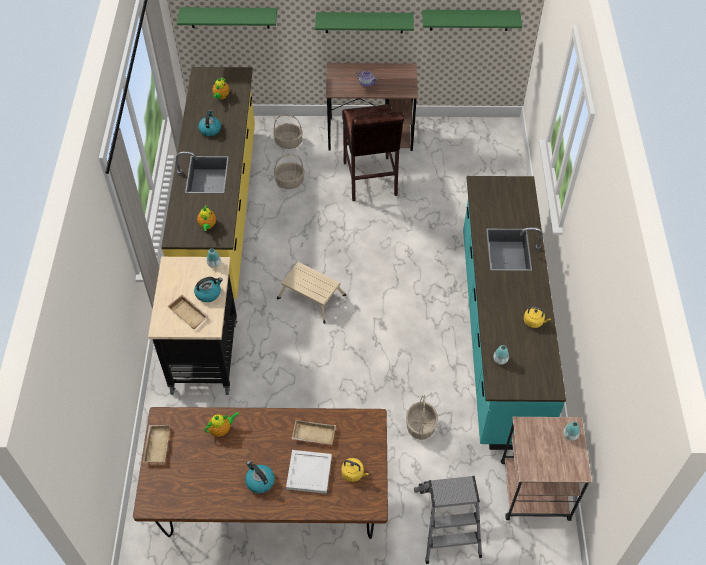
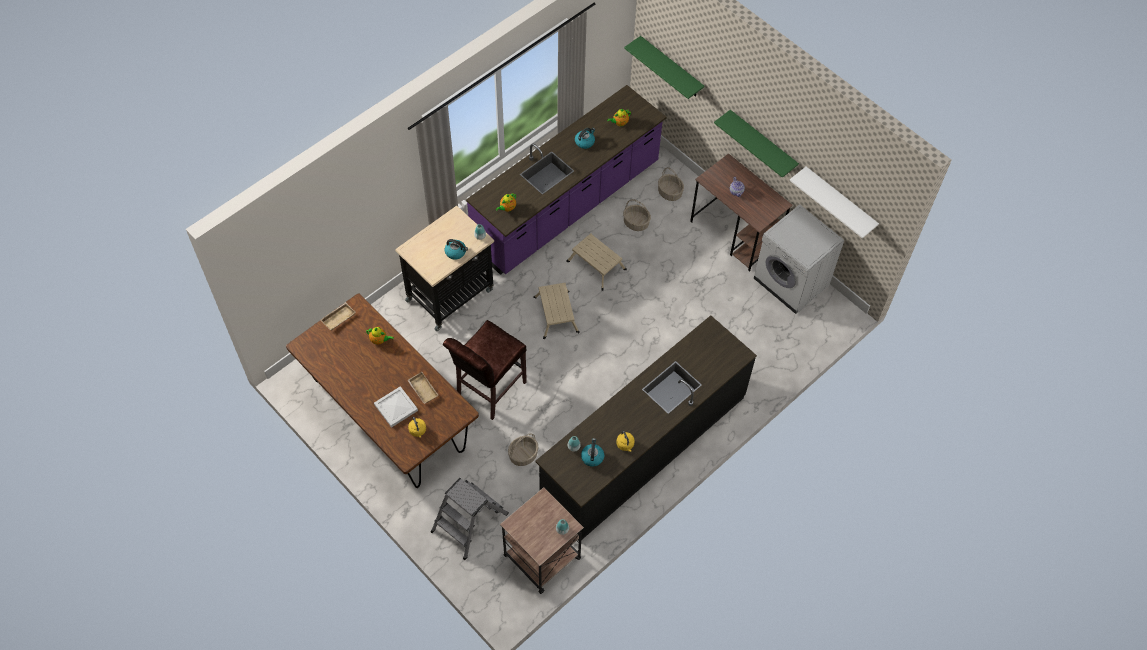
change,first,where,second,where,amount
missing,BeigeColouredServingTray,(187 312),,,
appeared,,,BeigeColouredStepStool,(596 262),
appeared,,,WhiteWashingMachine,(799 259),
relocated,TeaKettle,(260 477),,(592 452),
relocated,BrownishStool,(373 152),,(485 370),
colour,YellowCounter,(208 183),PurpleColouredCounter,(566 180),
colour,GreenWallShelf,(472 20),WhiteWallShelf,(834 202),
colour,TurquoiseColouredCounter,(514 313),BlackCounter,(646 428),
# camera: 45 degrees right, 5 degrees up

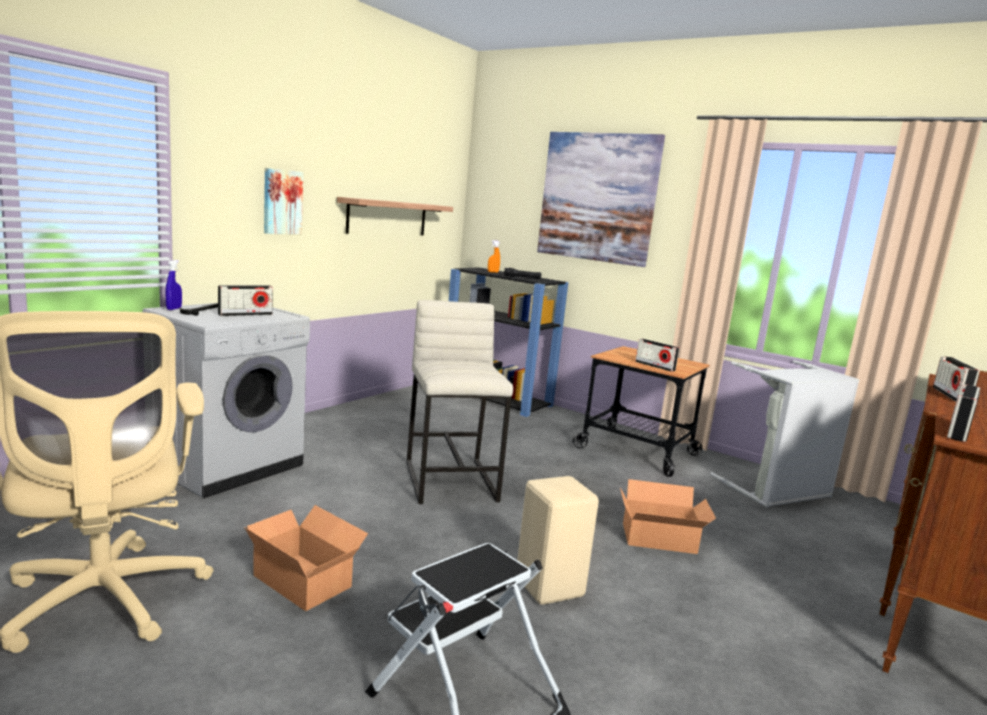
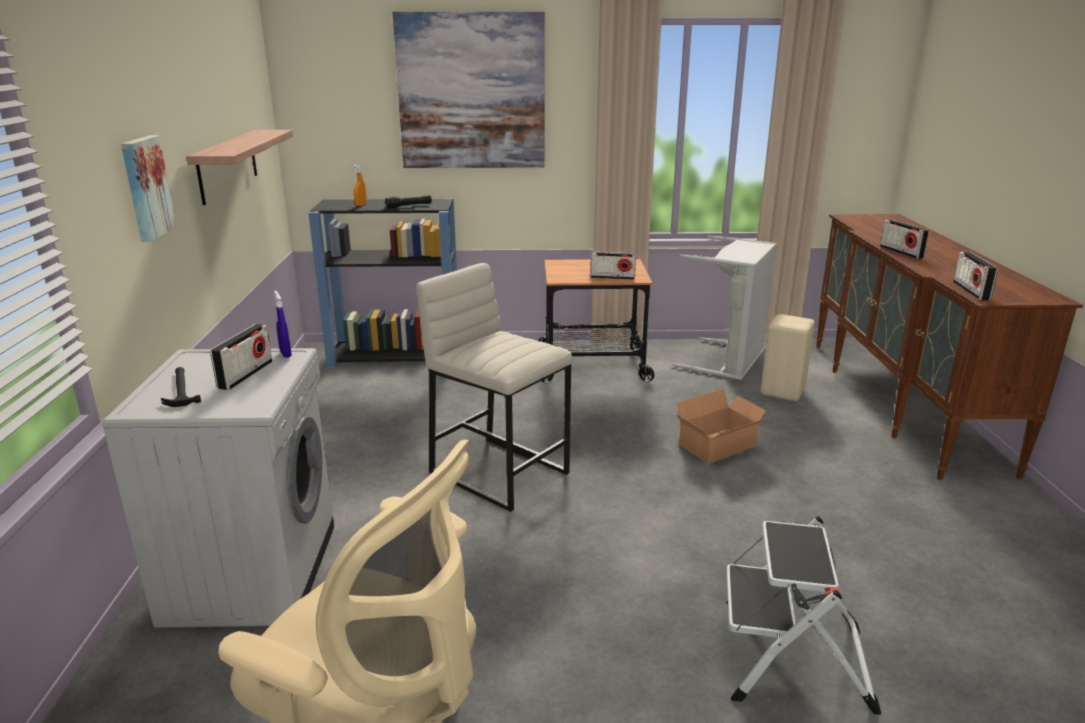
change,first,where,second,where,amount
missing,PackingBox,(306 558),,,
relocated,BluishHandSprayer,(173 285),,(283 324),
relocated,BeigeColouredStool,(558 540),,(788 357),
# camera: 35 degrees left, 10 degrees up

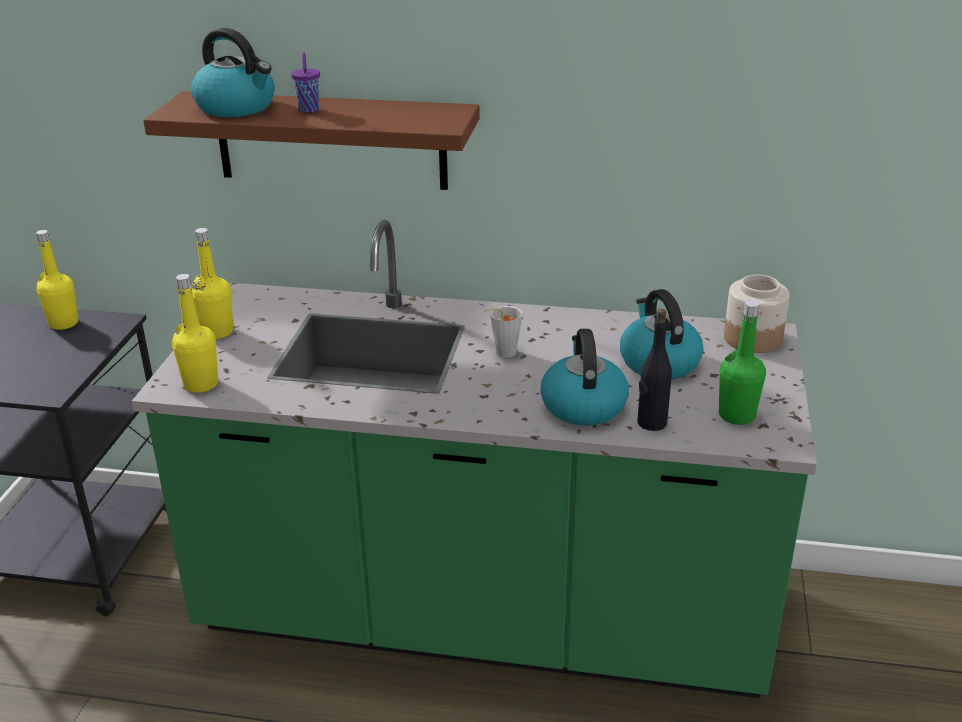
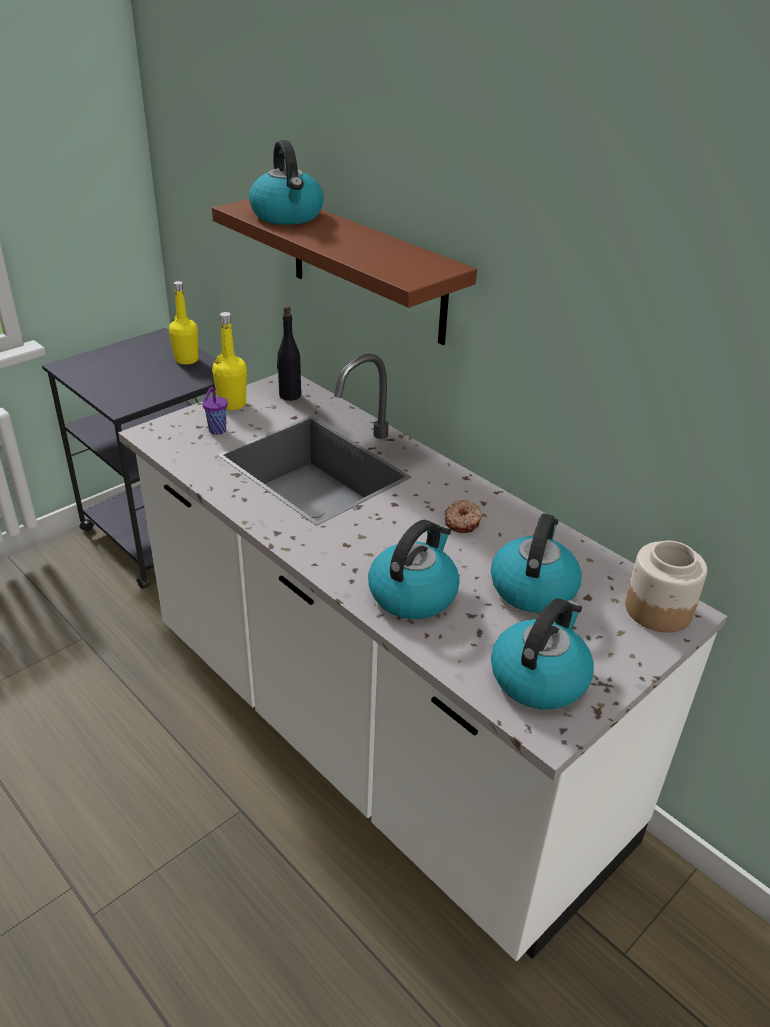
change,first,where,second,where,amount
missing,YellowBeverageBottle,(195 333),,,
missing,GrayCup,(503 332),,,
appeared,,,Doughnut,(463 516),
relocated,PurpleColouredCup,(305 82),,(215 411),
relocated,BlackBeverageBottle,(654 370),,(289 353),
exchanged,GreenBeverageBottle,(742 362),TeaKettle,(542 653),
colour,GreenCounter,(474 459),WhiteCounter,(422 657),
# camera: 35 degrees right, 5 degrees up

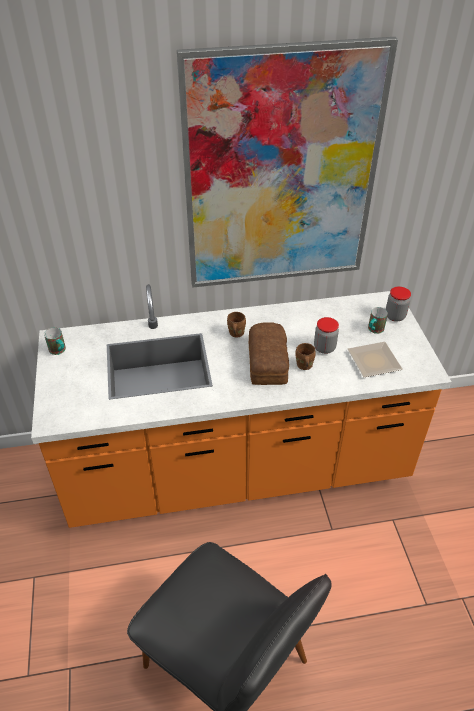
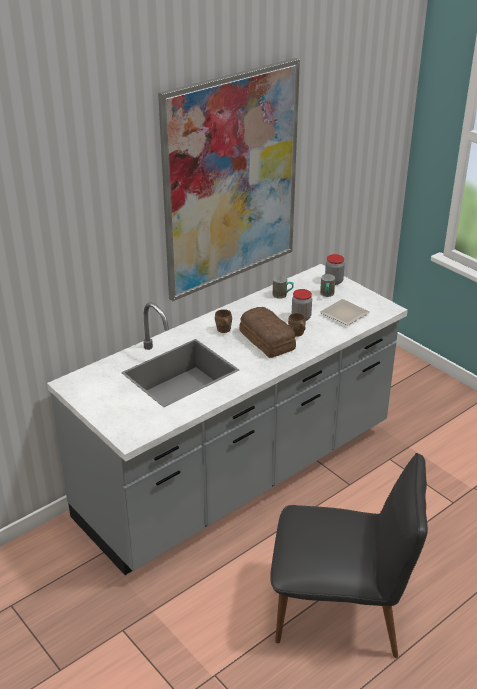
change,first,where,second,where,amount
relocated,CoffeeMug,(55 341),,(283 287),
colour,OrangeyCounter,(241 406),GrayCounter,(227 419),
# camera: 30 degrees left, 10 degrees down

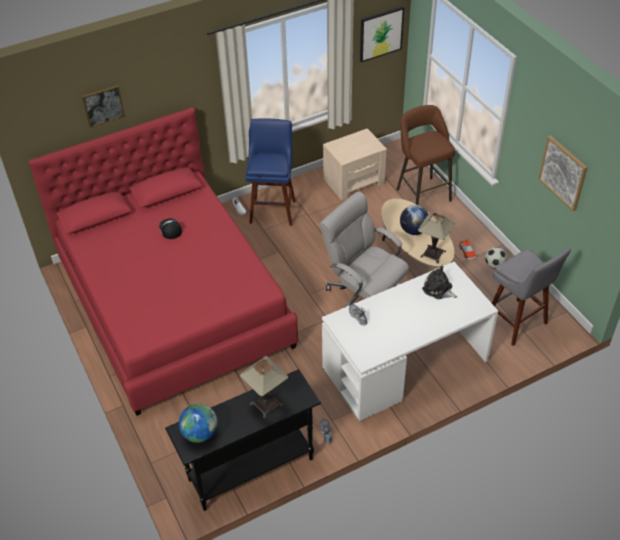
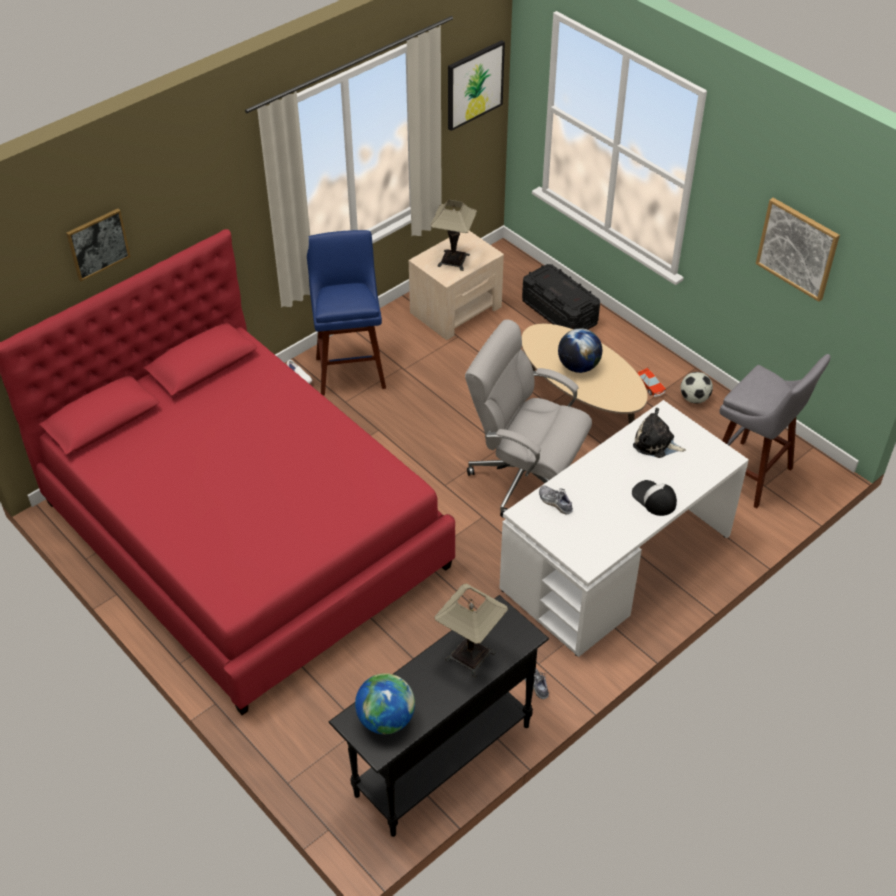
change,first,where,second,where,amount
relocated,BaseballCap,(170 228),,(654 498),
relocated,LampForATable,(436 238),,(453 235),
exchanged,BrownishStool,(425 155),BlackStorageBin,(561 297),
# camera: 15 degrees left, 0 degrees up

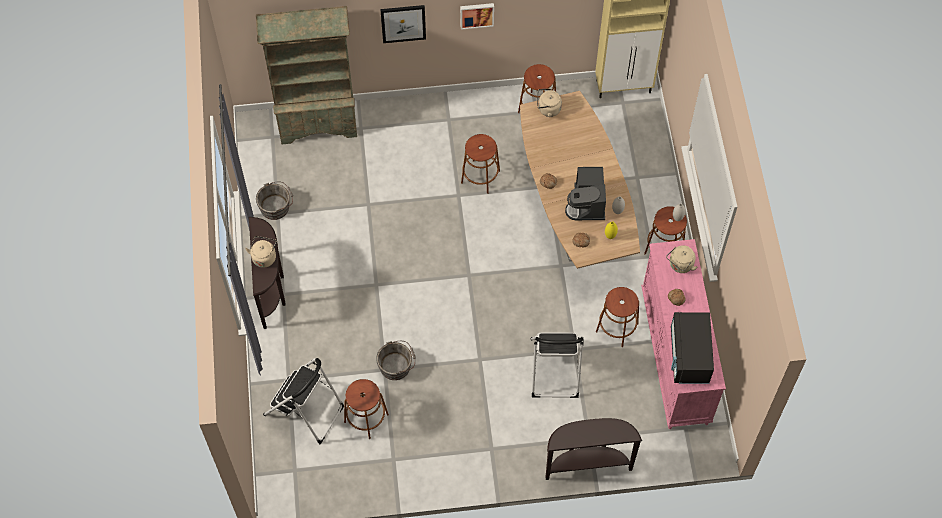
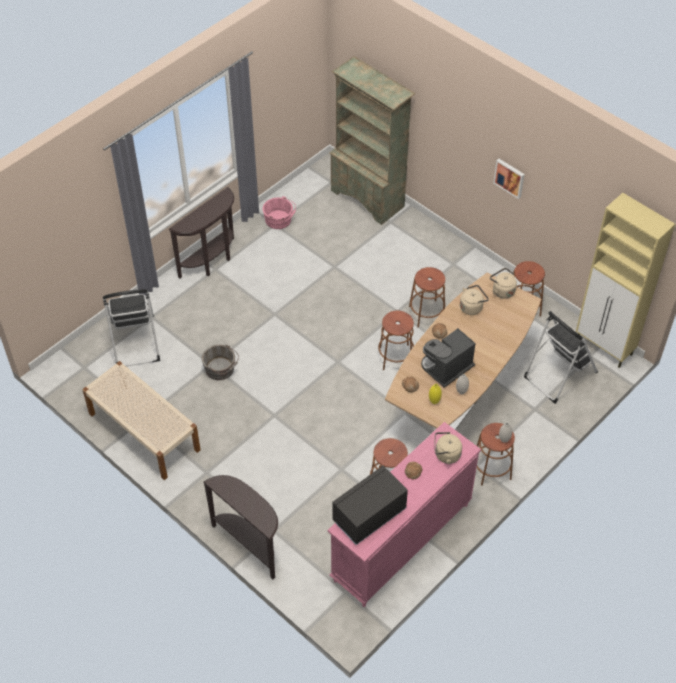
change,first,where,second,where,amount
missing,WallPicture,(403 24),,,
appeared,,,BeigeColouredLongSeat,(141 420),
relocated,BeigeColouredTeaKettle,(261 252),,(474 300),
relocated,BrownishStool,(366 409),,(396 340),
relocated,StepStool,(557 365),,(561 357),
colour,GrayWaterBucket,(274 201),PinkColouredWaterBucket,(279 212),
# camera: 50 degrees right, 10 degrees down

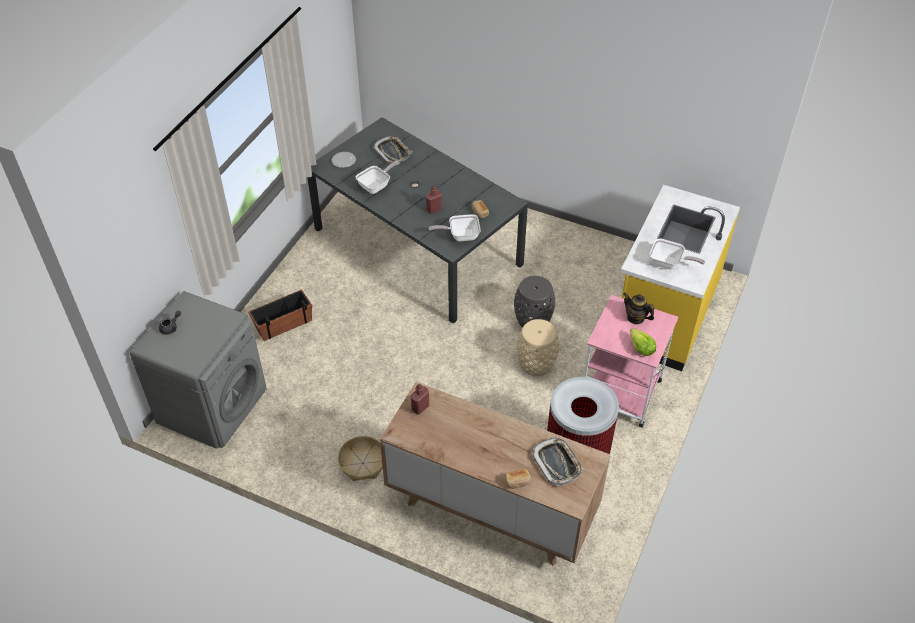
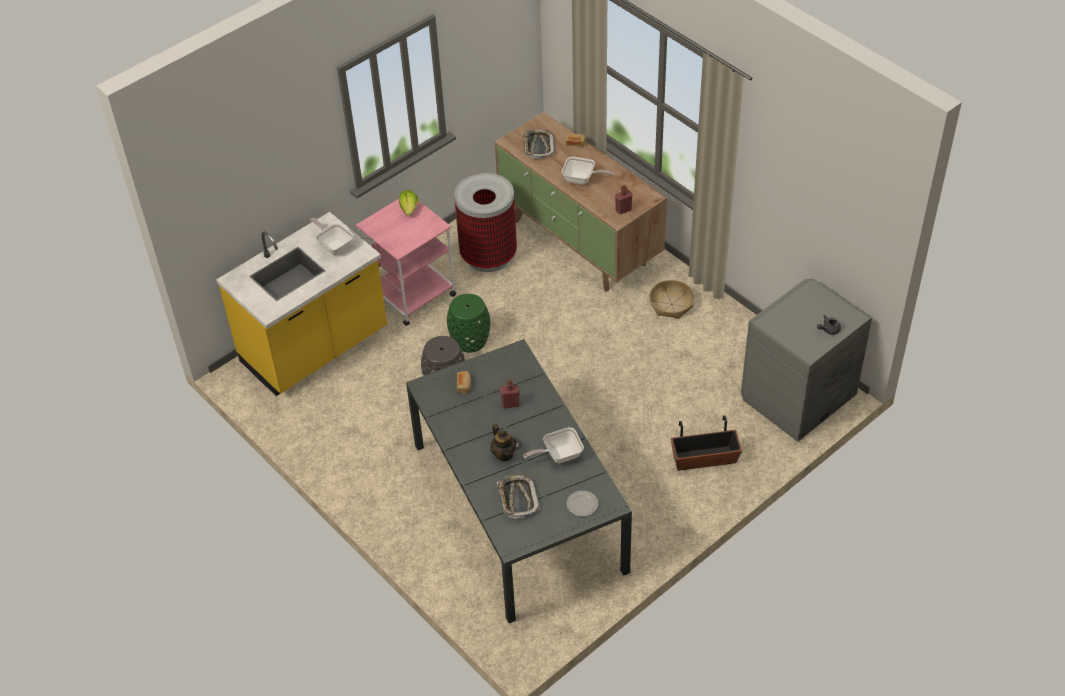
change,first,where,second,where,amount
relocated,Skillet,(455 227),,(588 171),
relocated,TeaPot,(639 308),,(503 442),
colour,BeigeColouredStool,(537 347),GreenStool,(469 323),
# camera: 155 degrees left, 0 degrees up

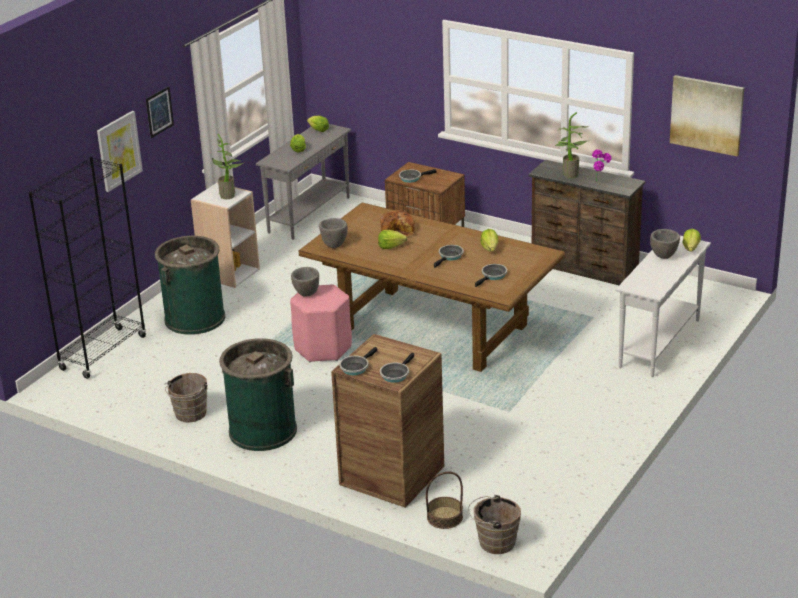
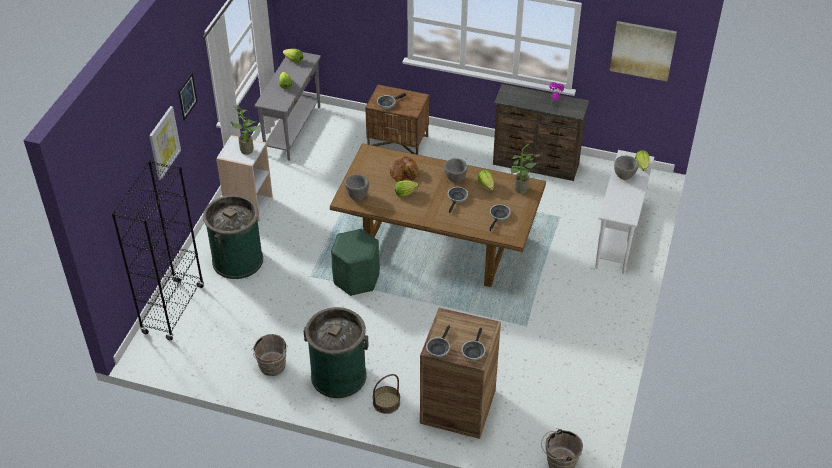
change,first,where,second,where,amount
relocated,GrayServingBowl,(305 282),,(455 170),
relocated,Basket,(444 500),,(386 394),
relocated,PlantInAPot,(573 145),,(526 169),
colour,PinkColouredStool,(321 323),GreenStool,(355 262),
# camera: 15 degrees left, 15 degrees up

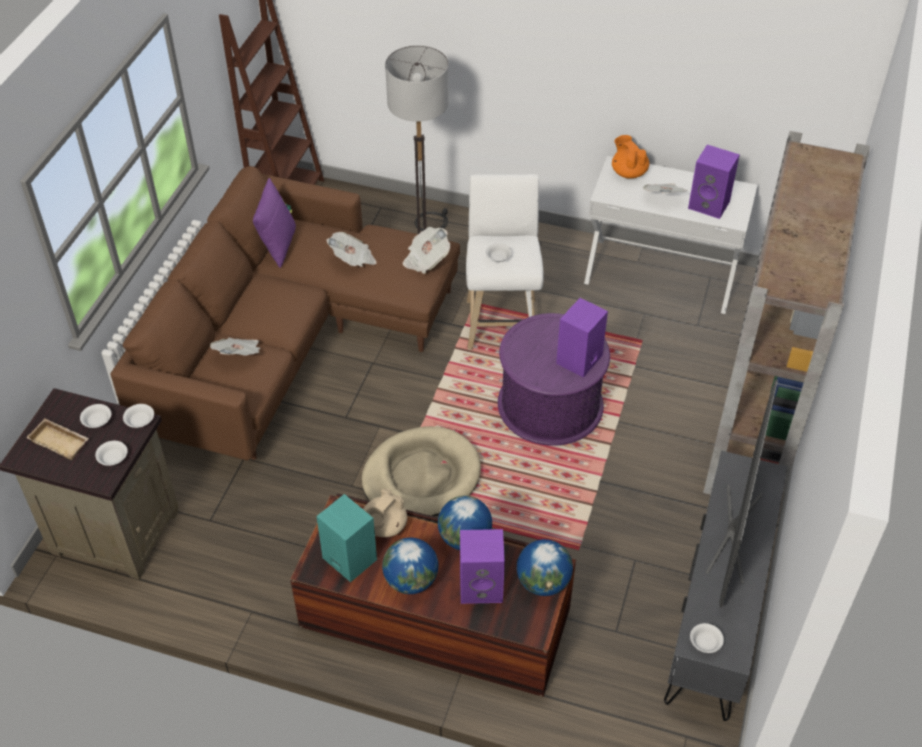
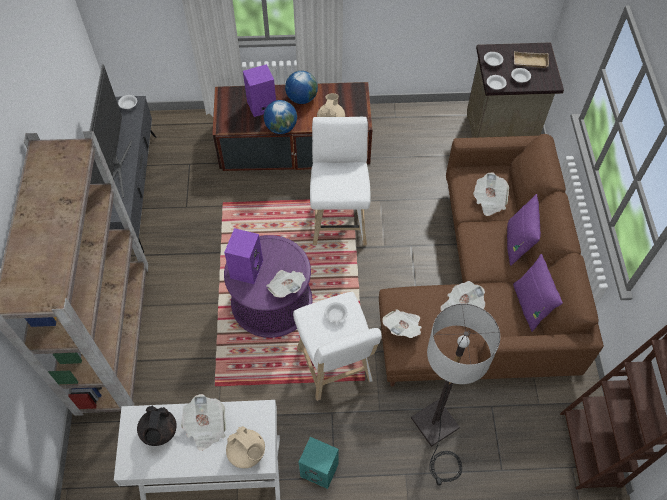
change,first,where,second,where,amount
missing,Globe,(545 567),,,
appeared,,,PrintedPaper,(286 284),
appeared,,,PurpleColouredPillow,(524 230),
relocated,TurquoiseColouredSpeaker,(346 538),,(319 463),
exchanged,BeigeColouredDogBed,(421 471),WhiteStool,(340 181),
exchanged,PurpleColouredSpeaker,(714 182),BlackTeaPot,(156 426),
colour,OrangeyTeaPot,(630 157),BeigeColouredTeaPot,(245 447),
# camera: 160 degrees right, 10 degrees up

